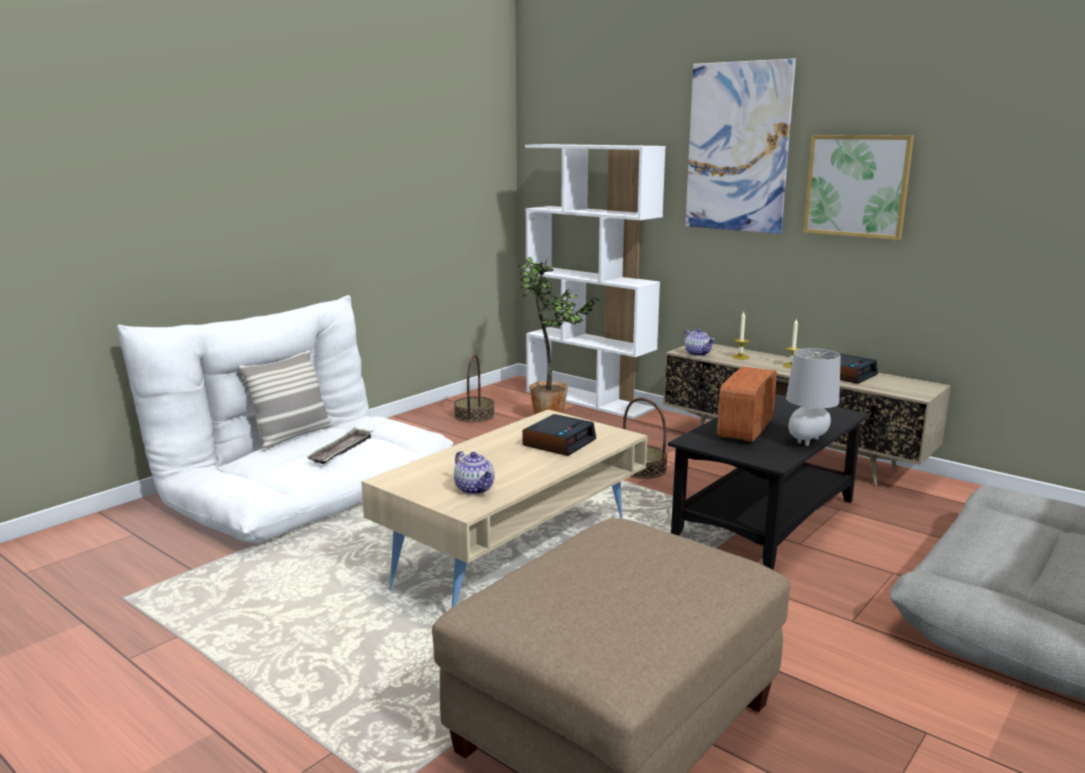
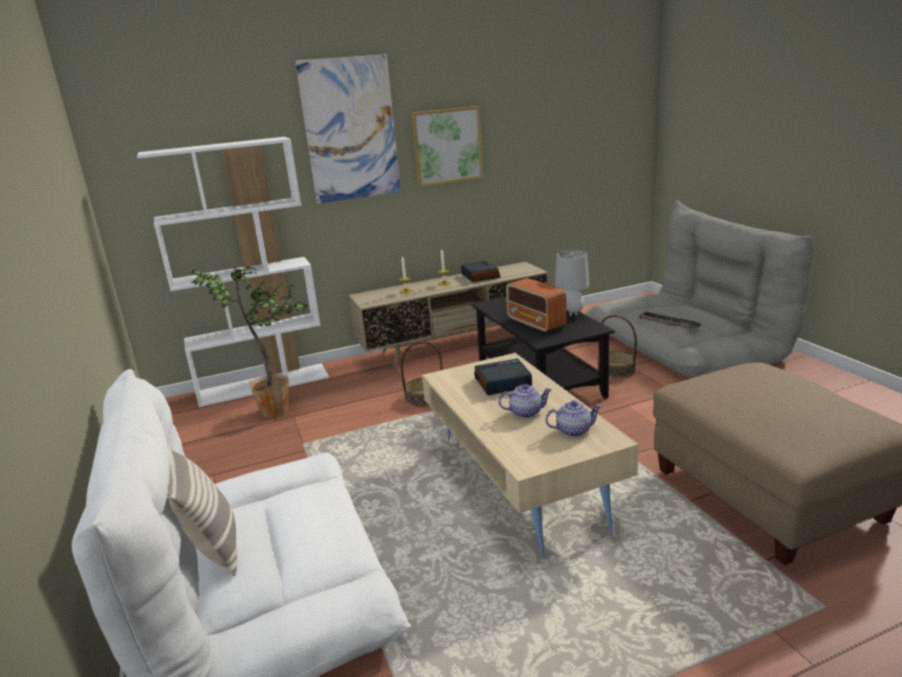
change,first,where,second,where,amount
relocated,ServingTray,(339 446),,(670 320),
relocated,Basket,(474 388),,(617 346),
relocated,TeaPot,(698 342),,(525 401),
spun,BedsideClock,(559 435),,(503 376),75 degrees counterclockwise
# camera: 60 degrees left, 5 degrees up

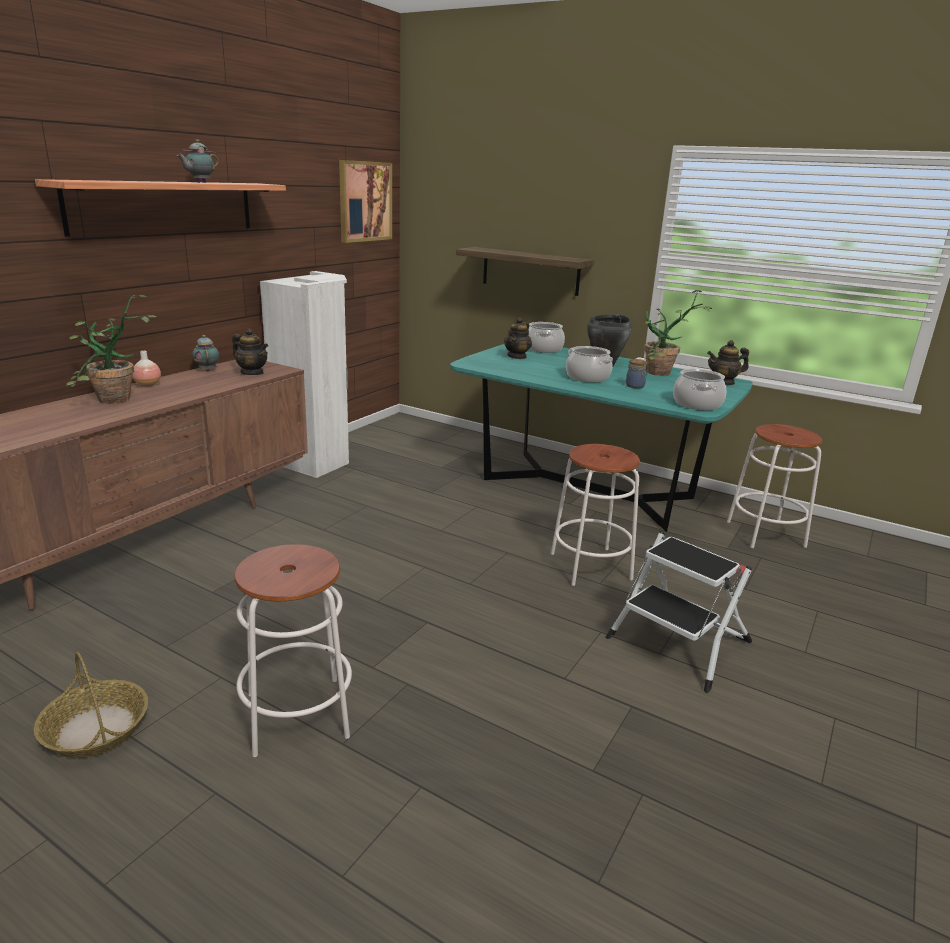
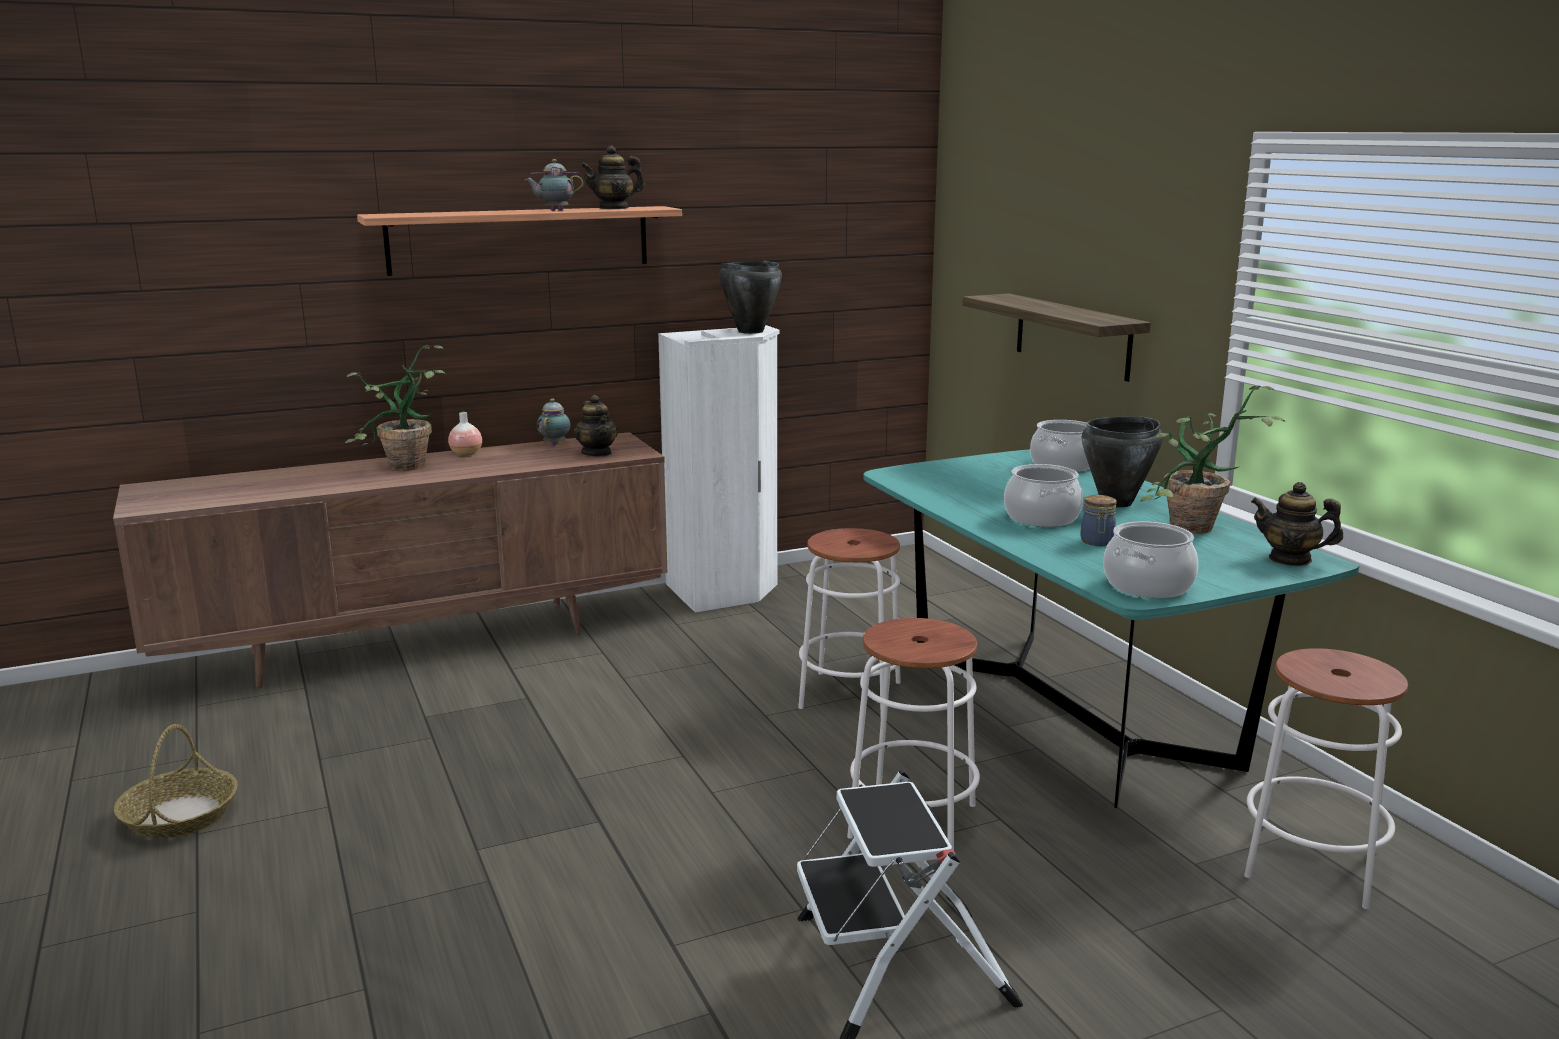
change,first,where,second,where,amount
missing,WallPicture,(365 201),,,
appeared,,,BlackCookingPot,(750 297),
relocated,WhiteStool,(293 650),,(849 621),
relocated,TeaPot,(518 338),,(612 177),
# camera: 35 degrees right, 5 degrees down

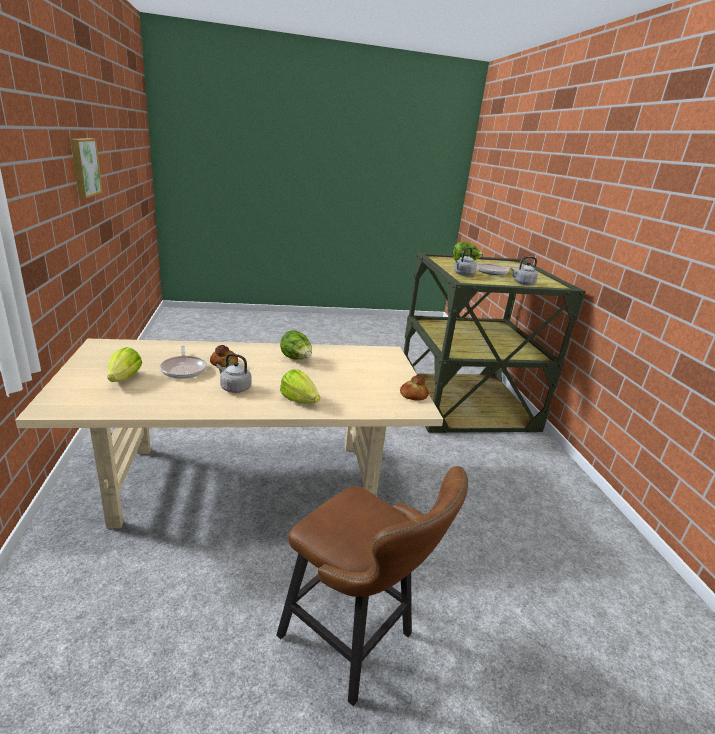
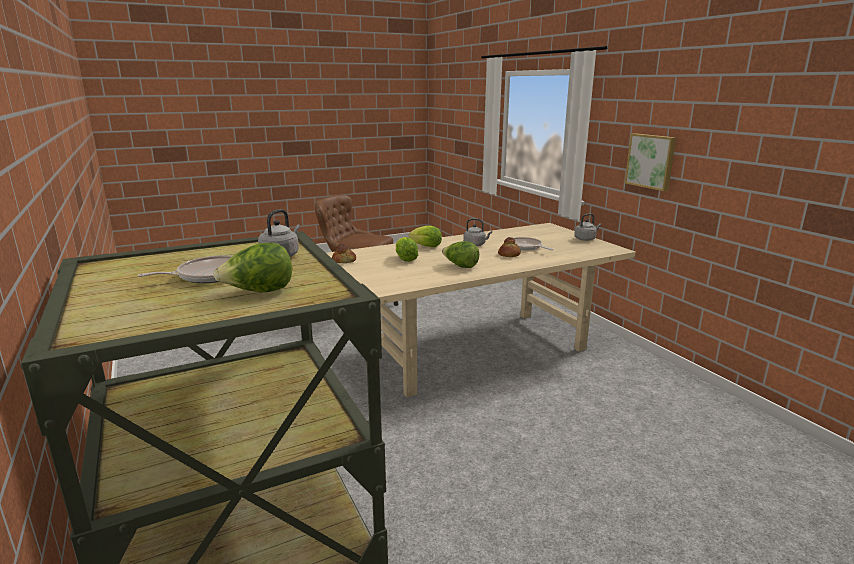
change,first,where,second,where,amount
relocated,WallPicture,(86 168),,(650 162),
relocated,Lettuce,(124 364),,(407 249),
relocated,GrayTeaKettle,(524 270),,(587 227),
# camera: 165 degrees right, 5 degrees down

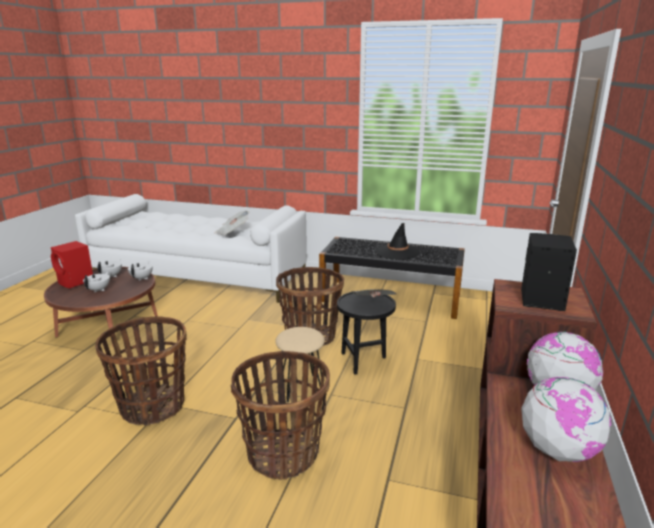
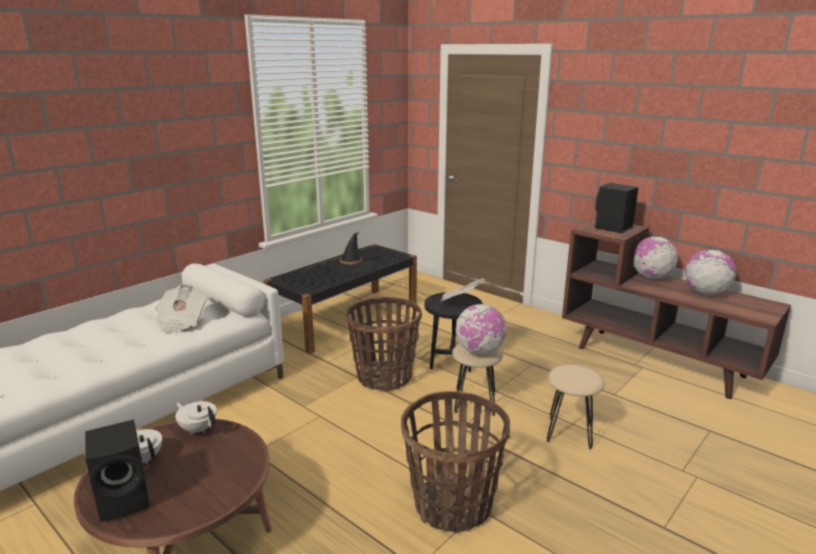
change,first,where,second,where,amount
missing,WhiteTeaPot,(96 281),,,
appeared,,,Globe,(480 329),
exchanged,Basket,(280 415),BeigeColouredStool,(575 407),
colour,ReddishSpeaker,(72 264),BlackSpeaker,(117 470),
# camera: 65 degrees left, 0 degrees up

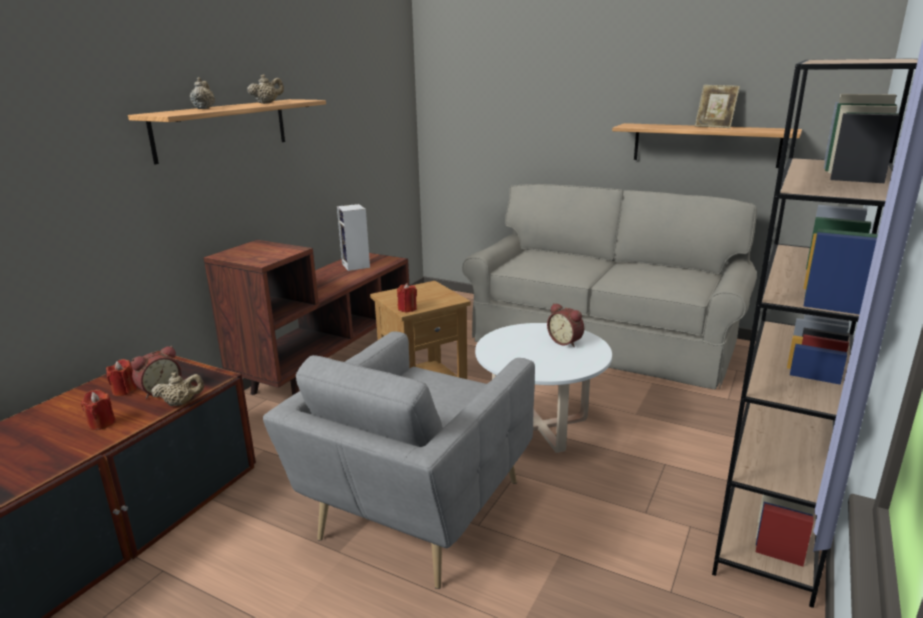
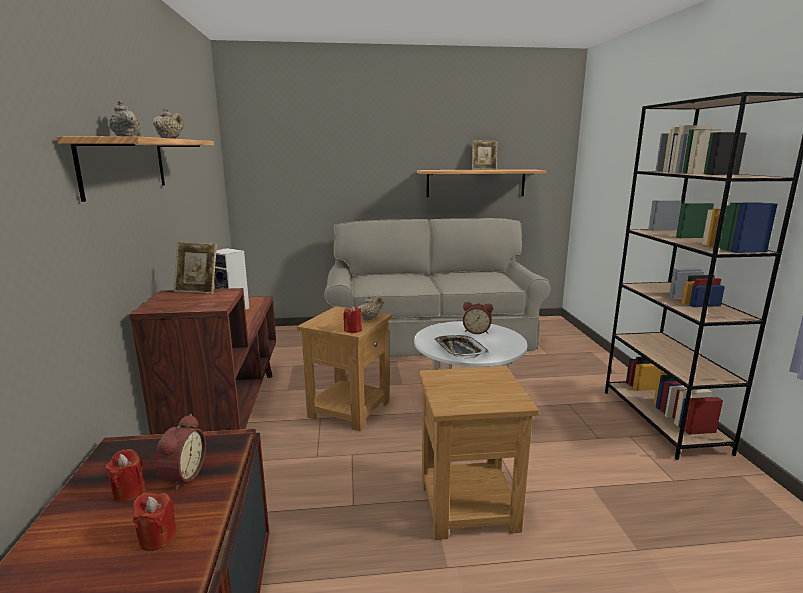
change,first,where,second,where,amount
appeared,,,PhotoFrame,(195 268),
appeared,,,ServingTray,(461 347),
relocated,BeigeColouredTeaPot,(177 389),,(370 308),
exchanged,GrayLoungeChair,(399 460),BrownishSideTable,(479 453),
# camera: 35 degrees left, 5 degrees down

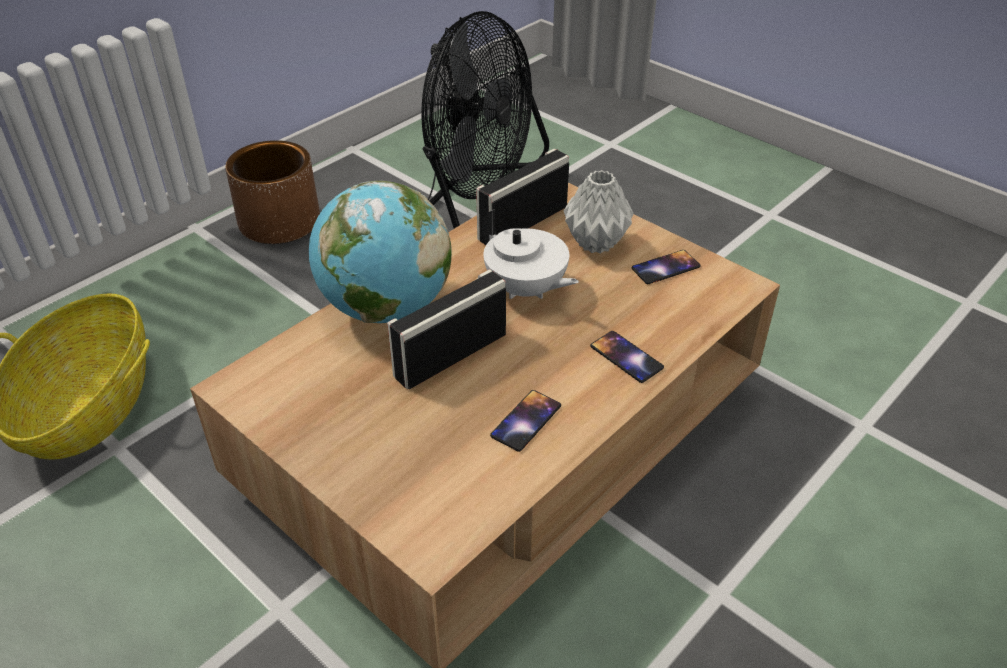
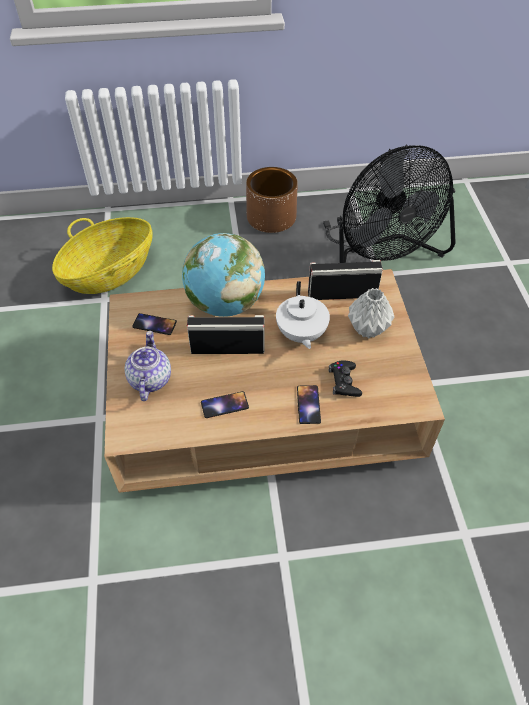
change,first,where,second,where,amount
appeared,,,TeaPot,(148 366),
appeared,,,BlackGameController,(345 378),
relocated,Telephone,(666 267),,(154 324),
# camera: 40 degrees right, 10 degrees up

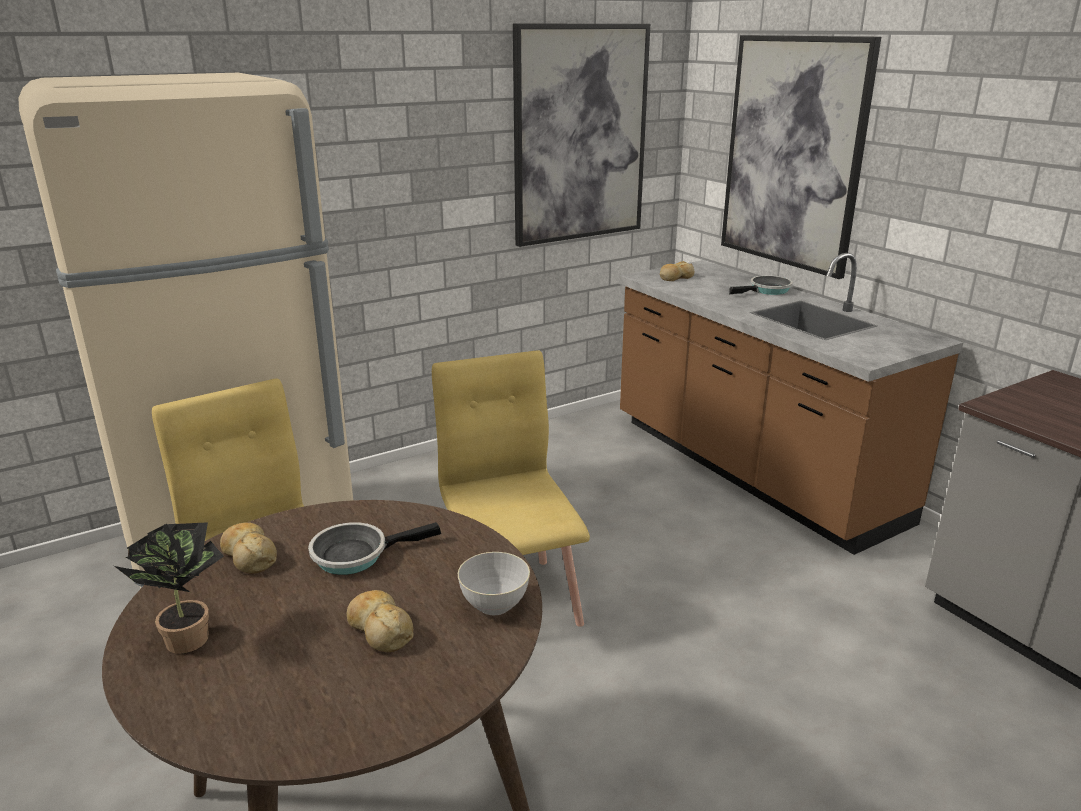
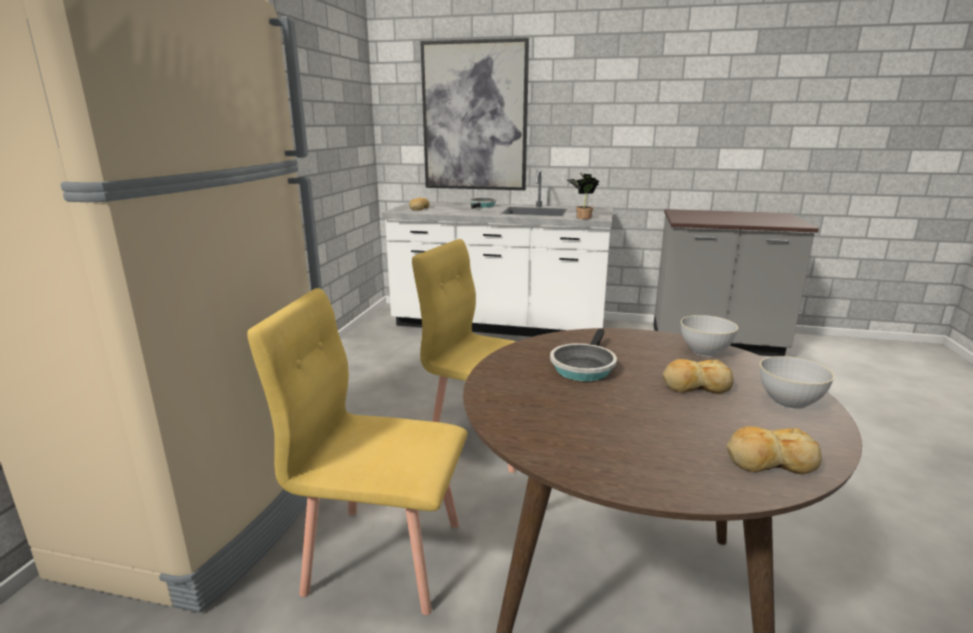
change,first,where,second,where,amount
missing,WallPicture,(581 135),,,
appeared,,,GrayServingBowl,(797 382),
relocated,PlantInAPot,(169 588),,(583 196),
relocated,Bread,(248 548),,(774 450),
colour,BrownishCounter,(790 404),WhiteCounter,(497 253),
# camera: 45 degrees left, 5 degrees down

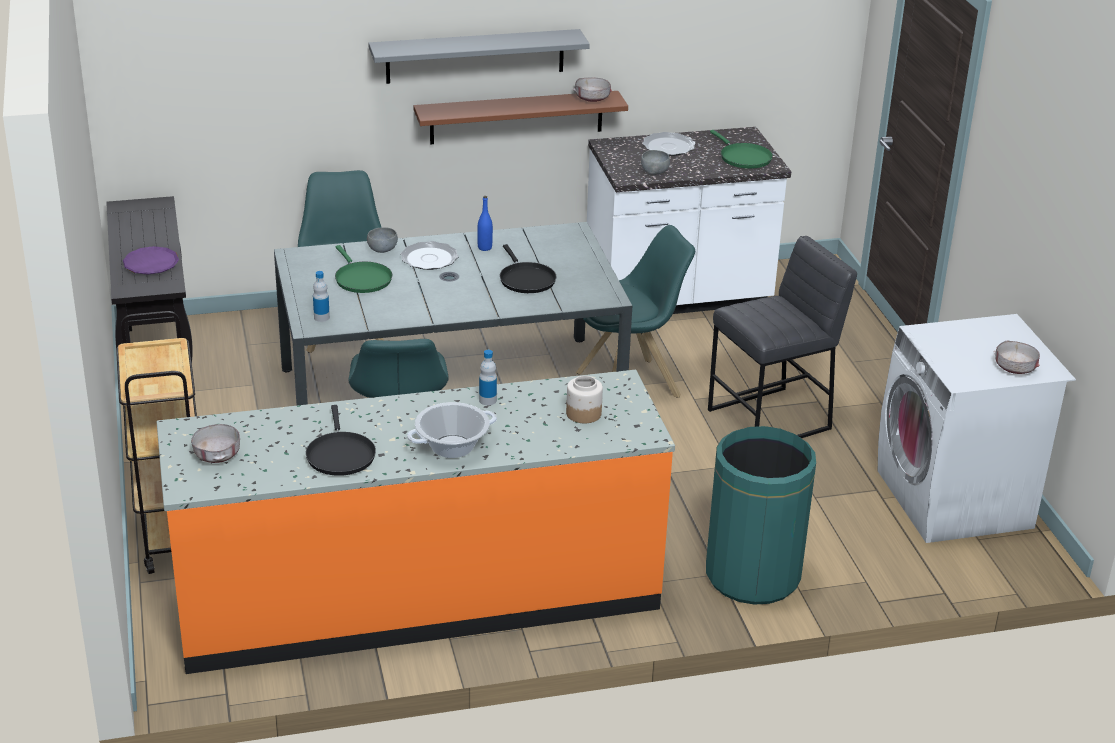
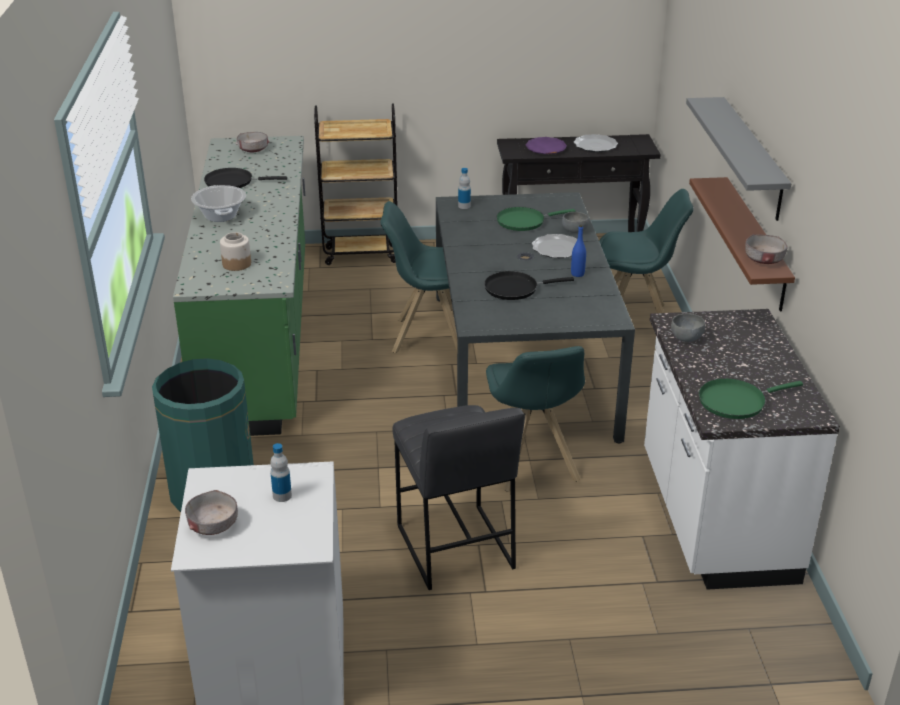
change,first,where,second,where,amount
relocated,BeverageBottle,(488 378),,(281 472),
relocated,DinnerPlate,(669 144),,(596 143),
colour,OrangeyCounter,(415 522),GreenCounter,(239 286),
# camera: 100 degrees right, 0 degrees up

